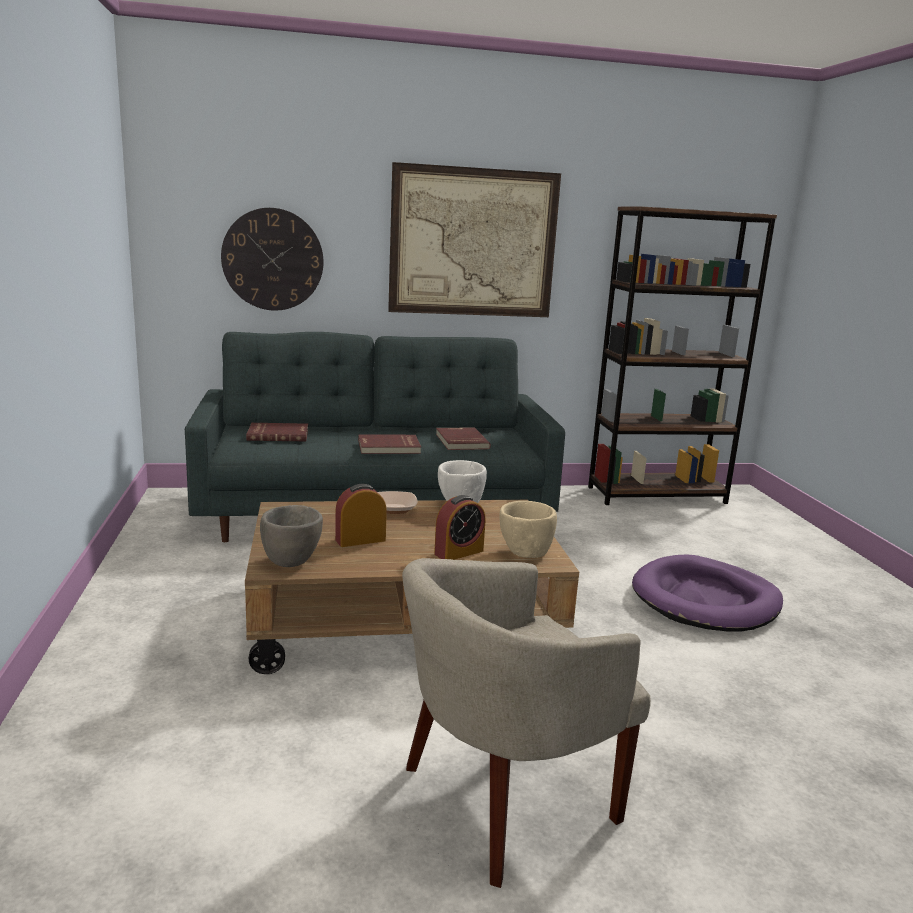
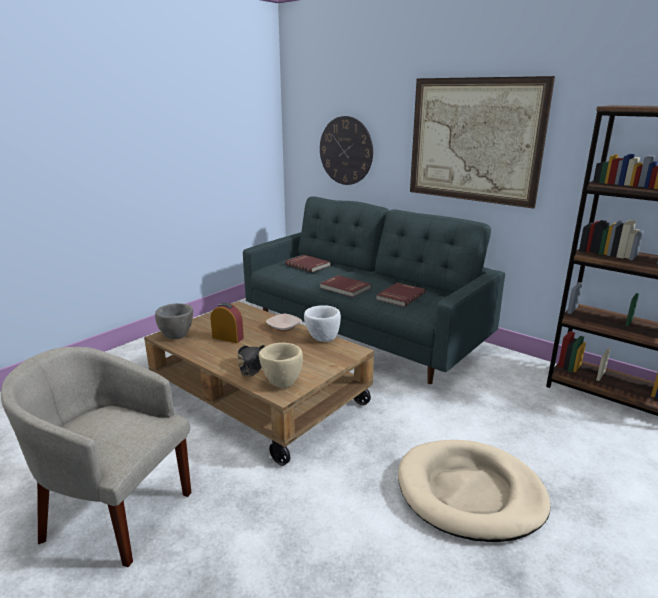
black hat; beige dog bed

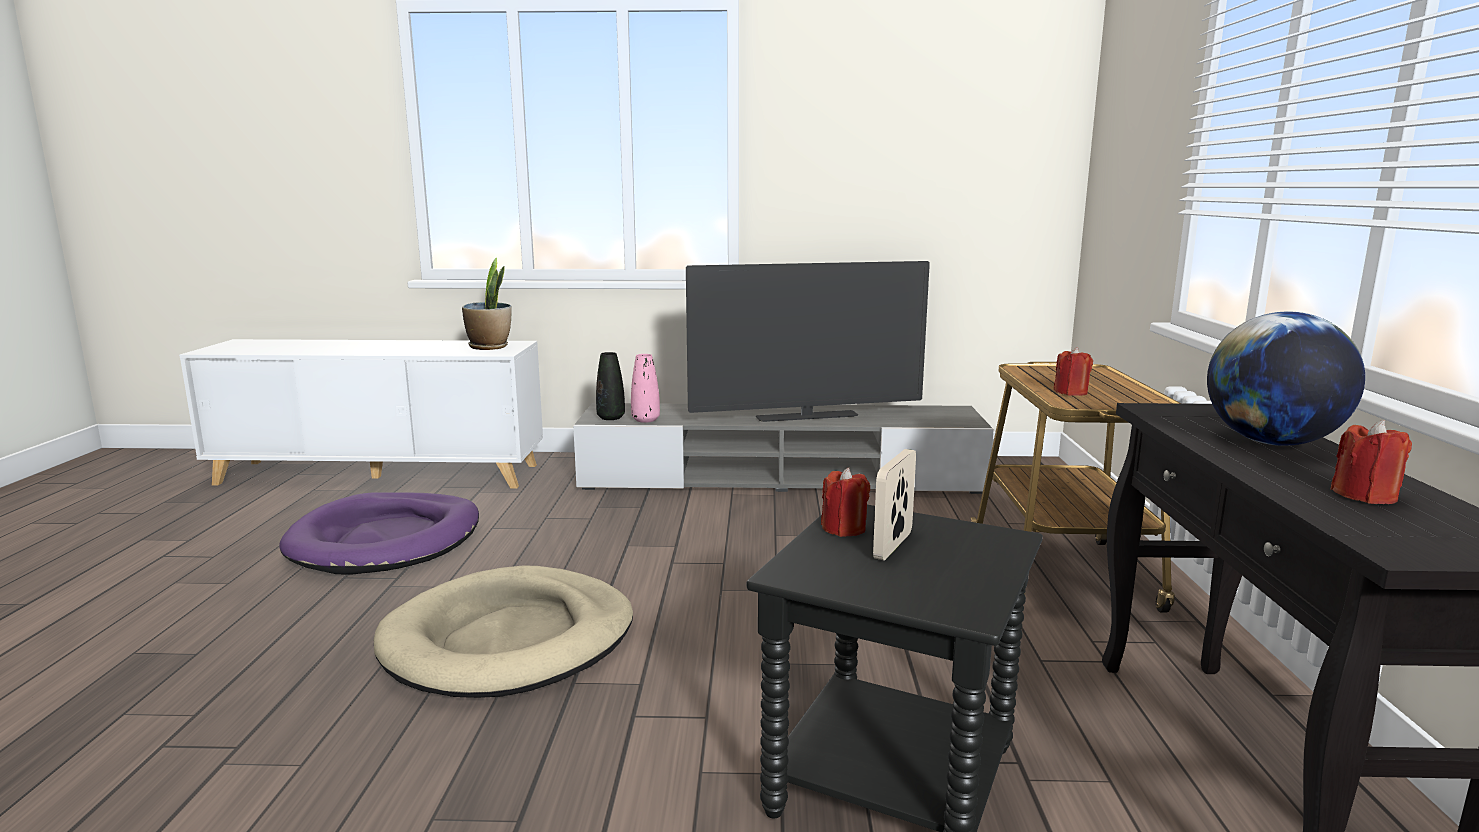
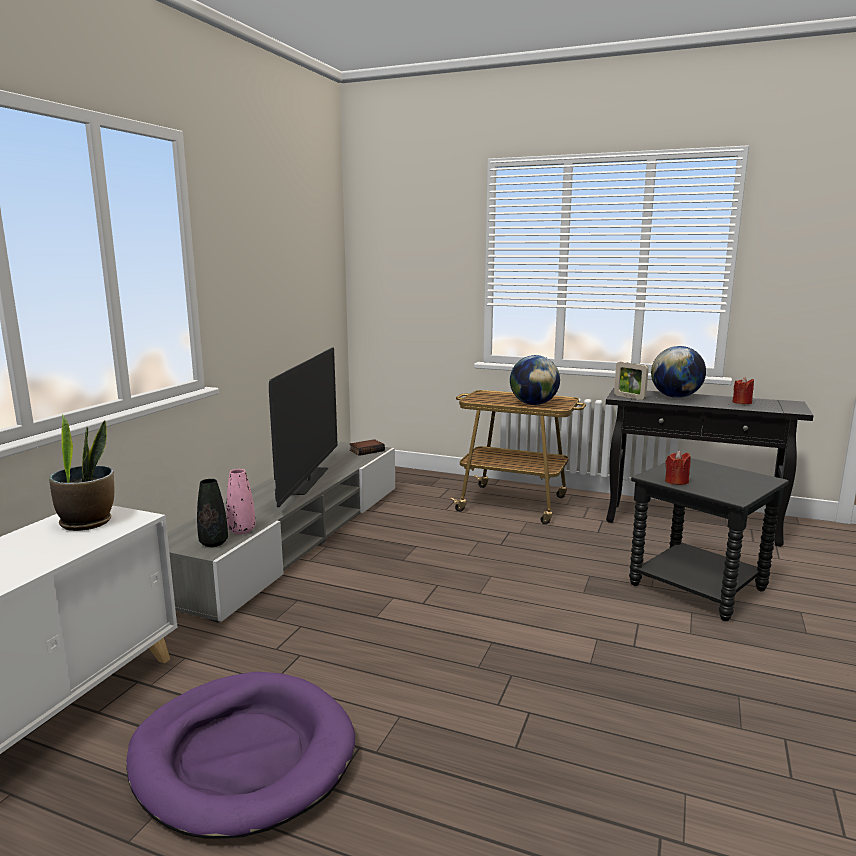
globe (no. 1 from left); picture frame; beige dog bed; book

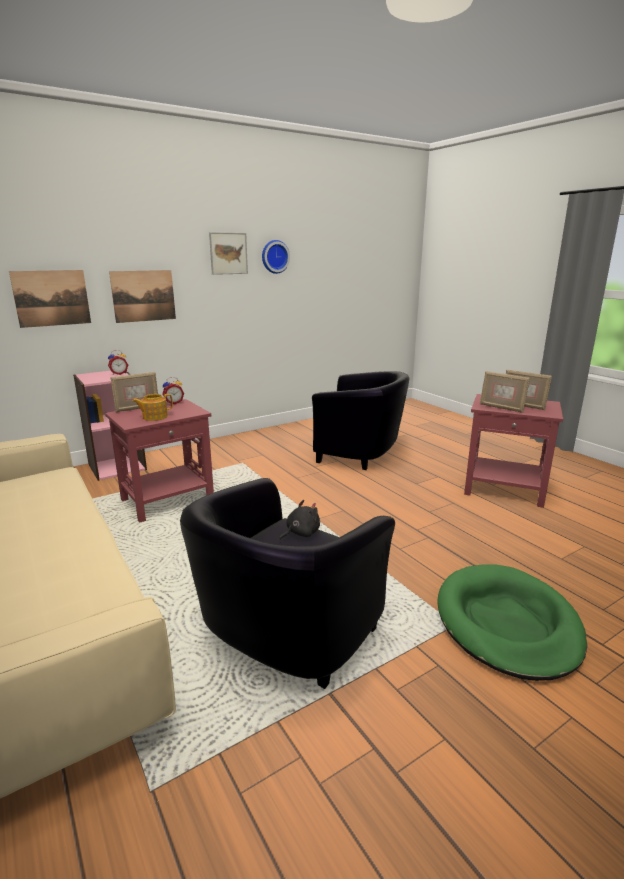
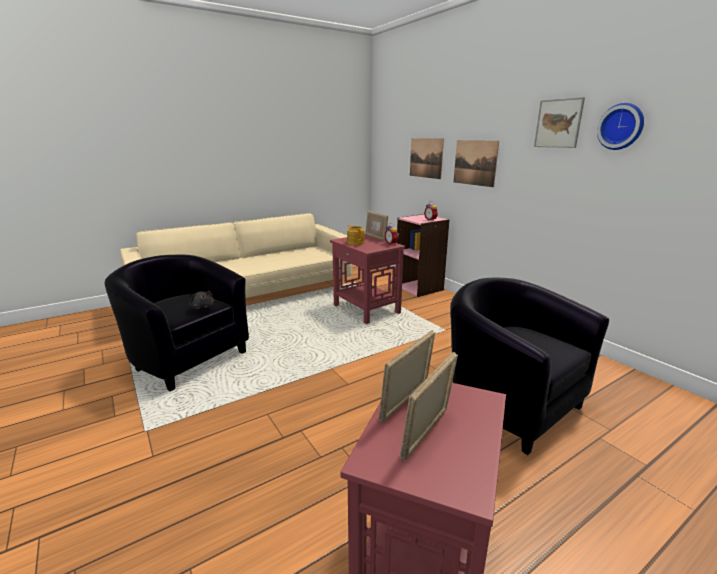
black armchair (no. 2 from left); green dog bed

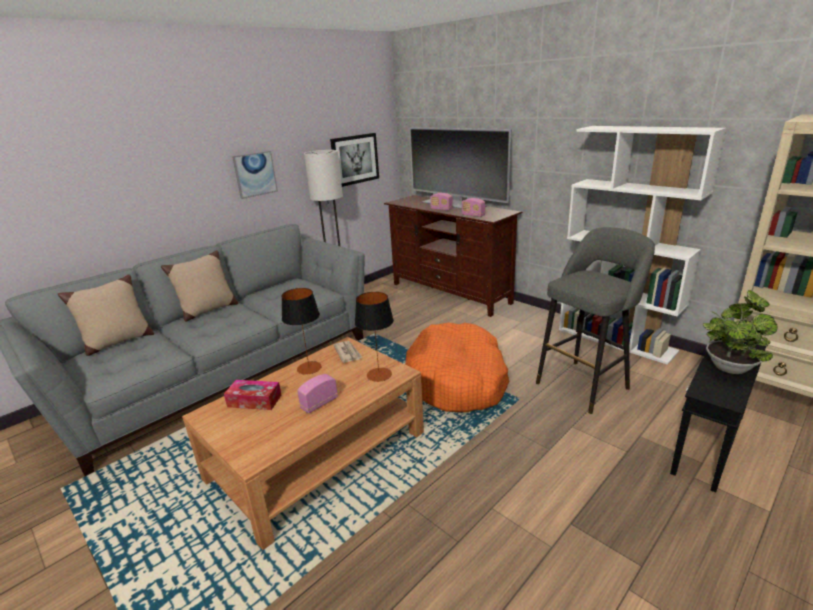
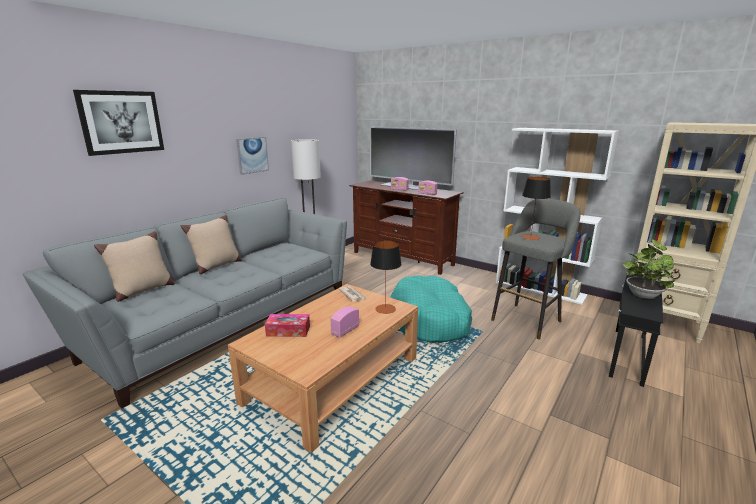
picture (no. 1 from left); table lamp (no. 2 from left); turquoise dog bed

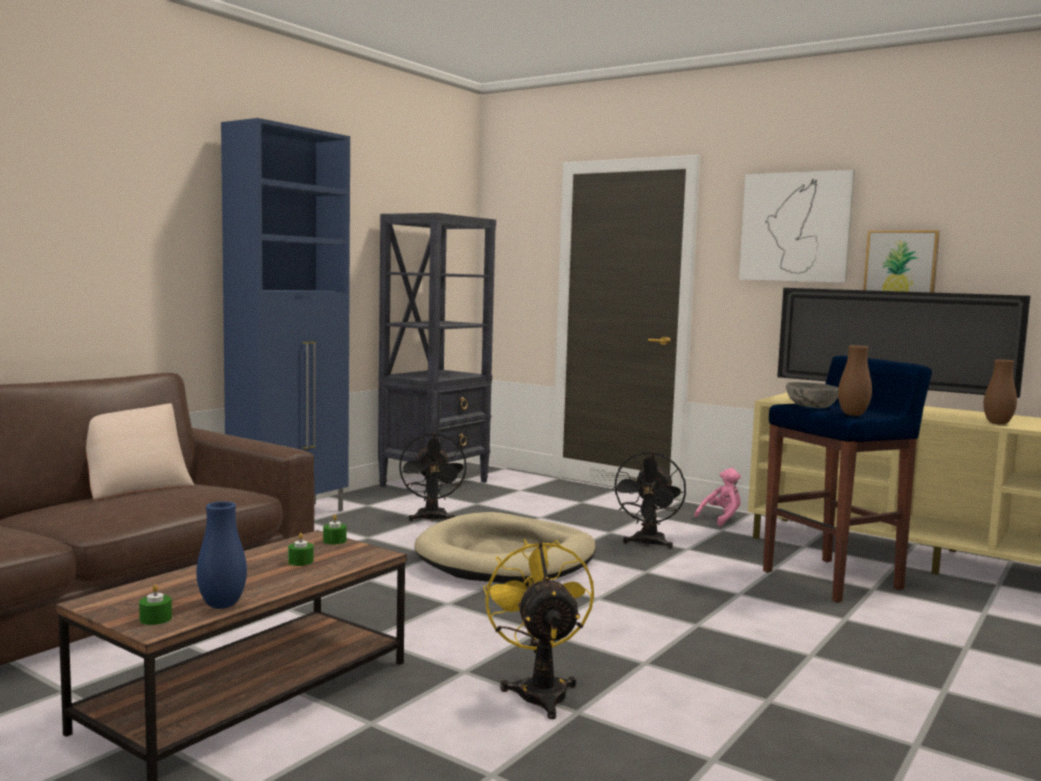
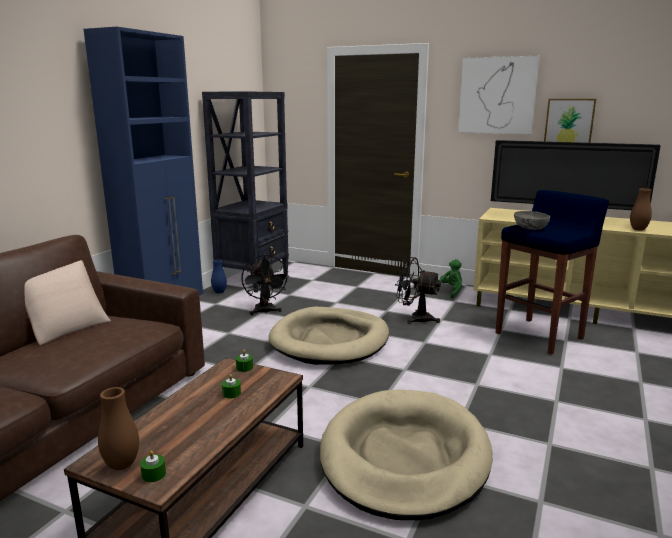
brown vase (no. 1 from left); black fan (no. 2 from left); green plush toy; blue vase; beige dog bed (no. 2 from left)

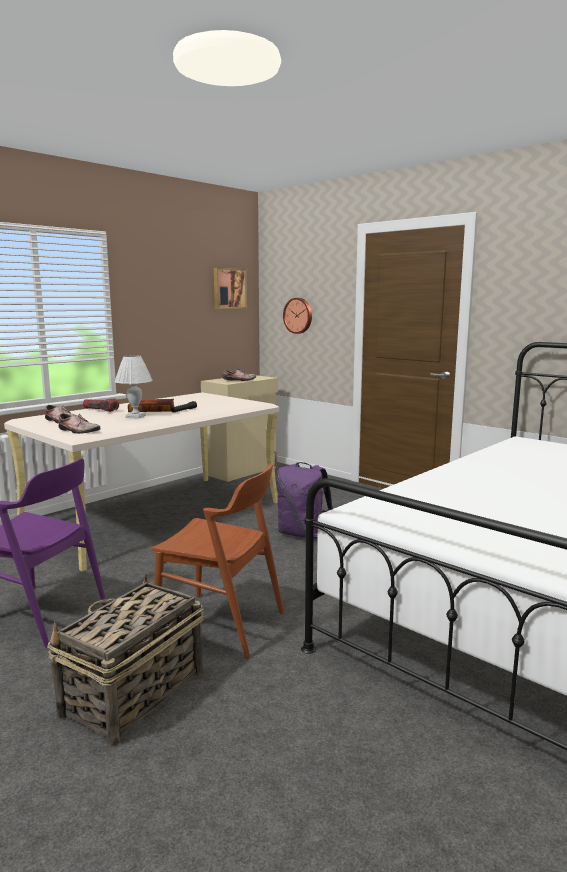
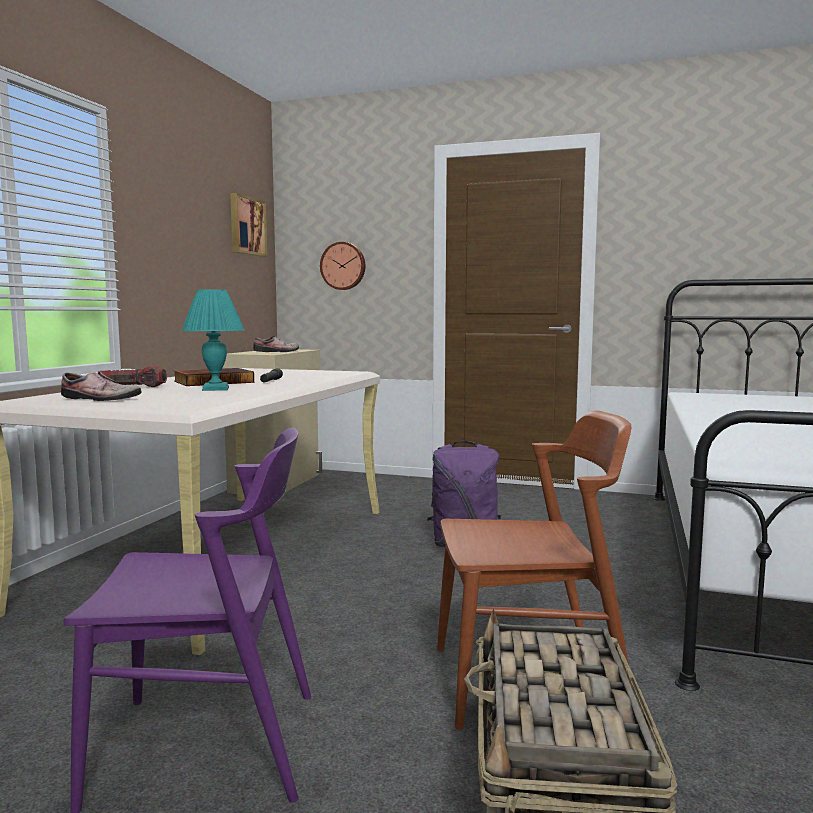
turquoise table lamp; shoe (no. 2 from left in the first image)

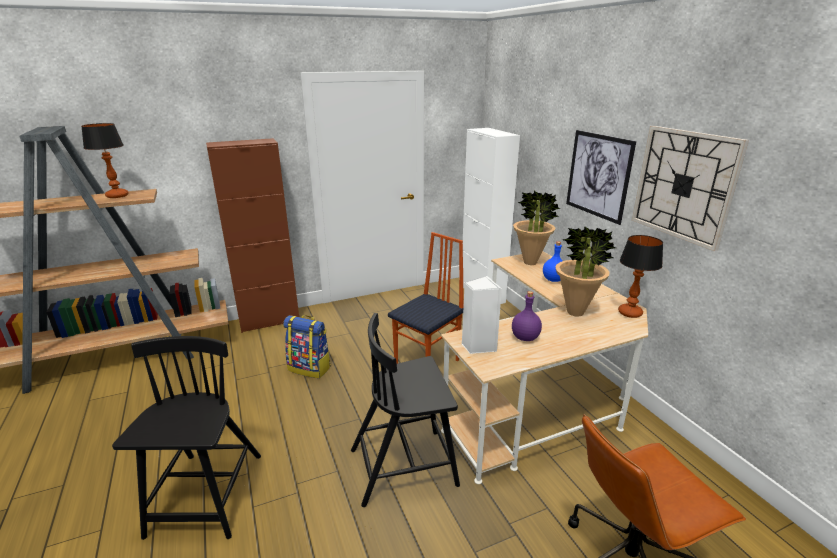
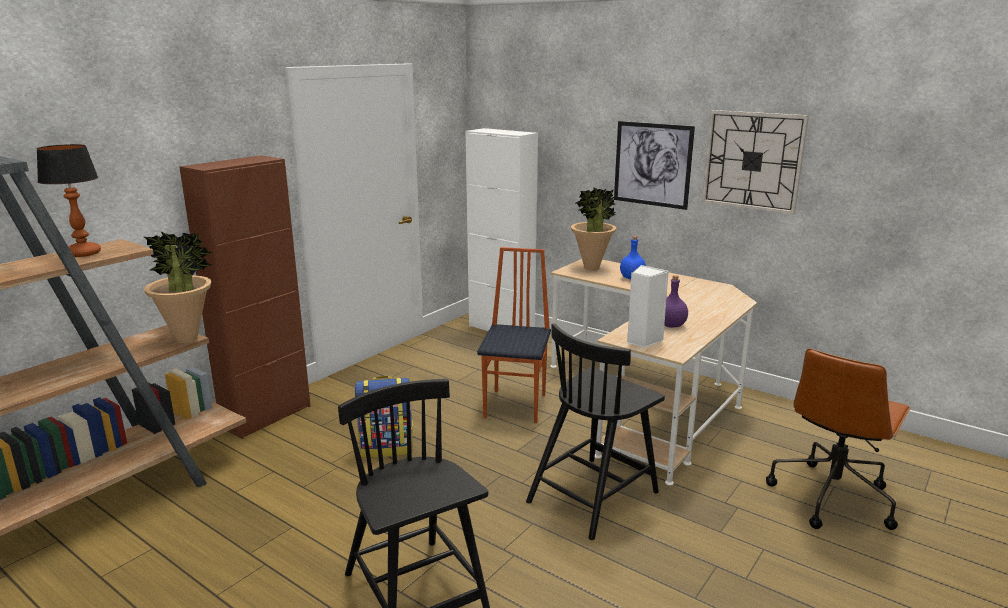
potted plant (no. 1 from left); table lamp (no. 2 from left in the first image)

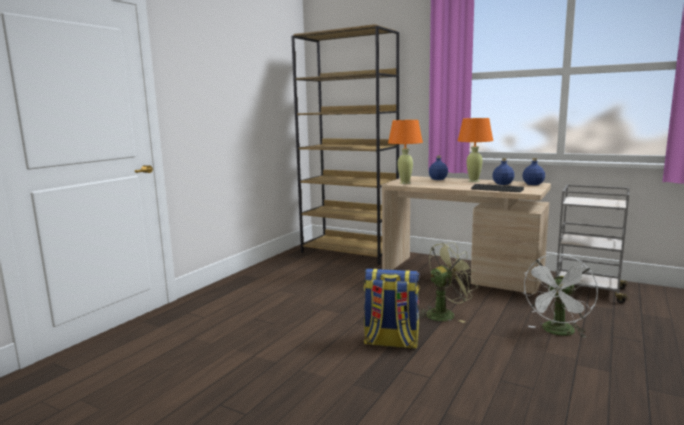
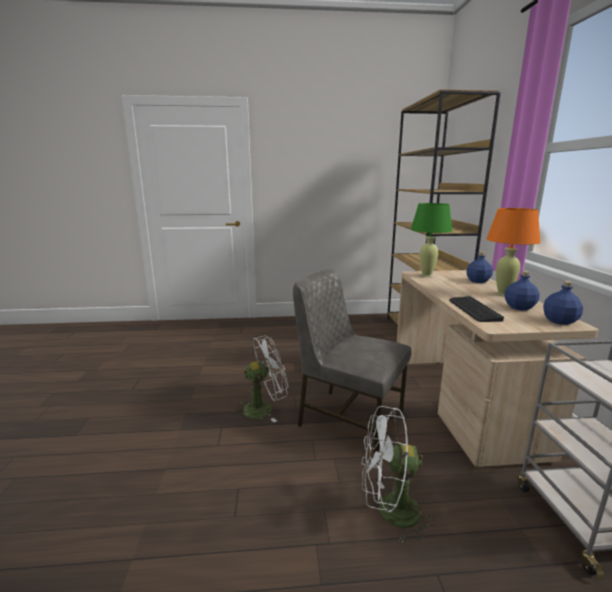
green table lamp; grey chair; white fan (no. 1 from left)

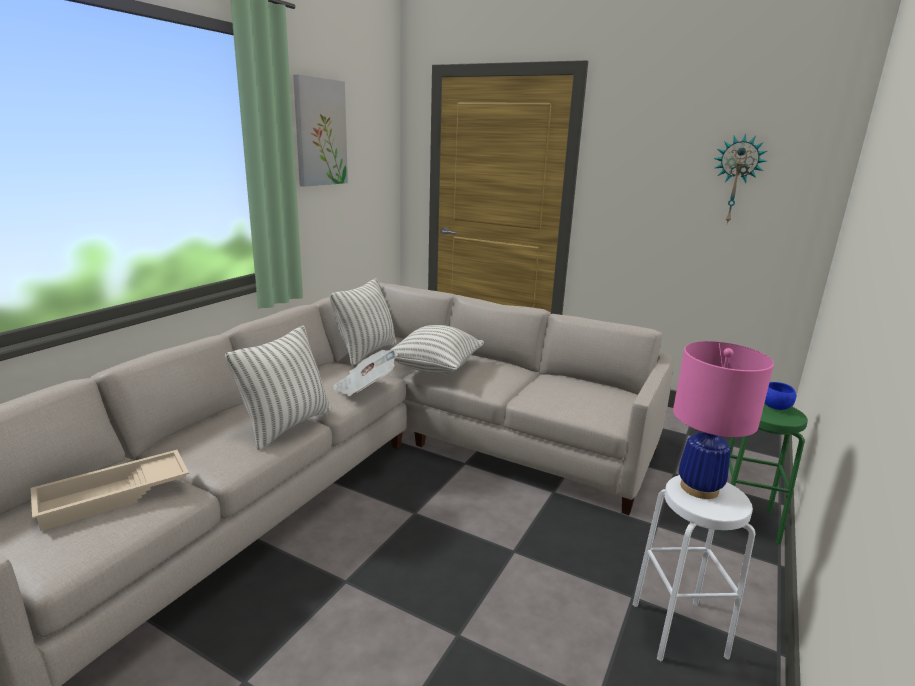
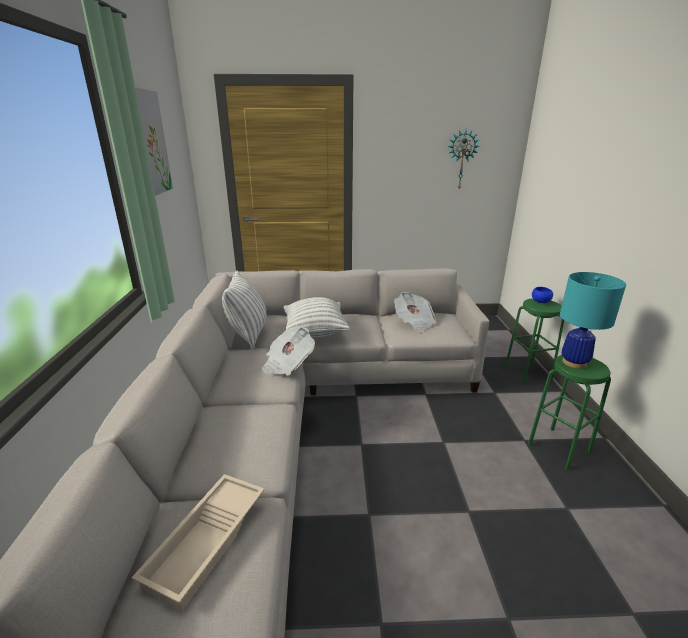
pillow (no. 1 from left in the first image); turquoise table lamp; green stool (no. 2 from left); newspaper (no. 2 from left)

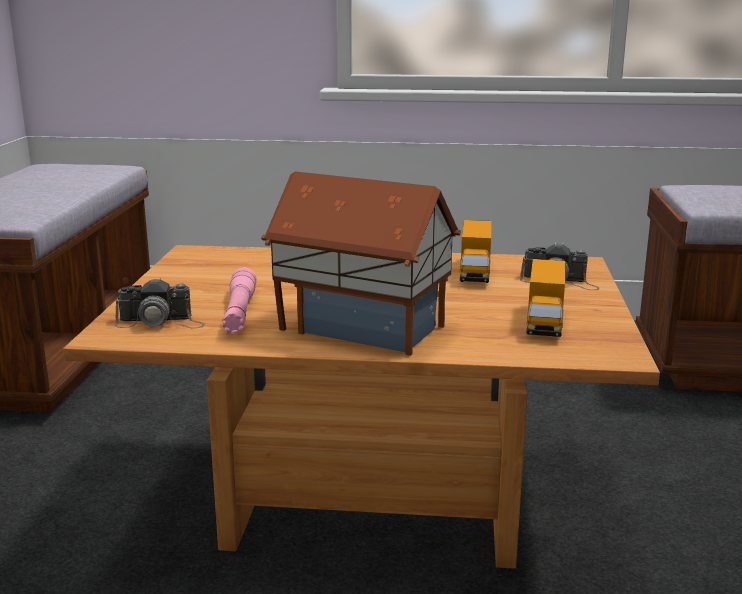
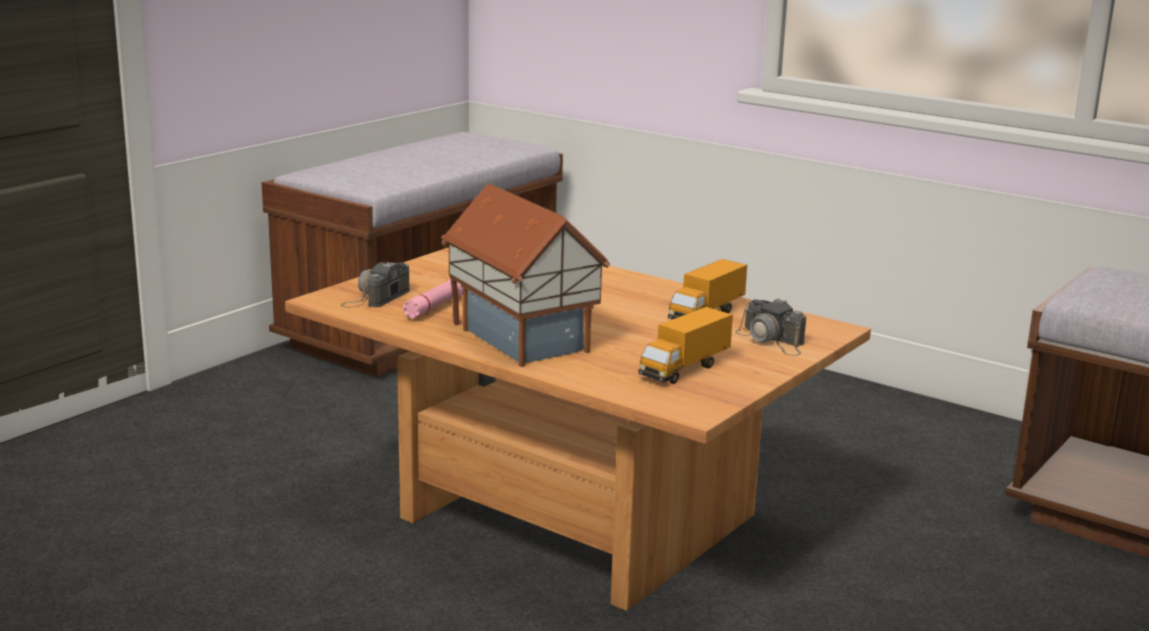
photo camera (no. 1 from left)

